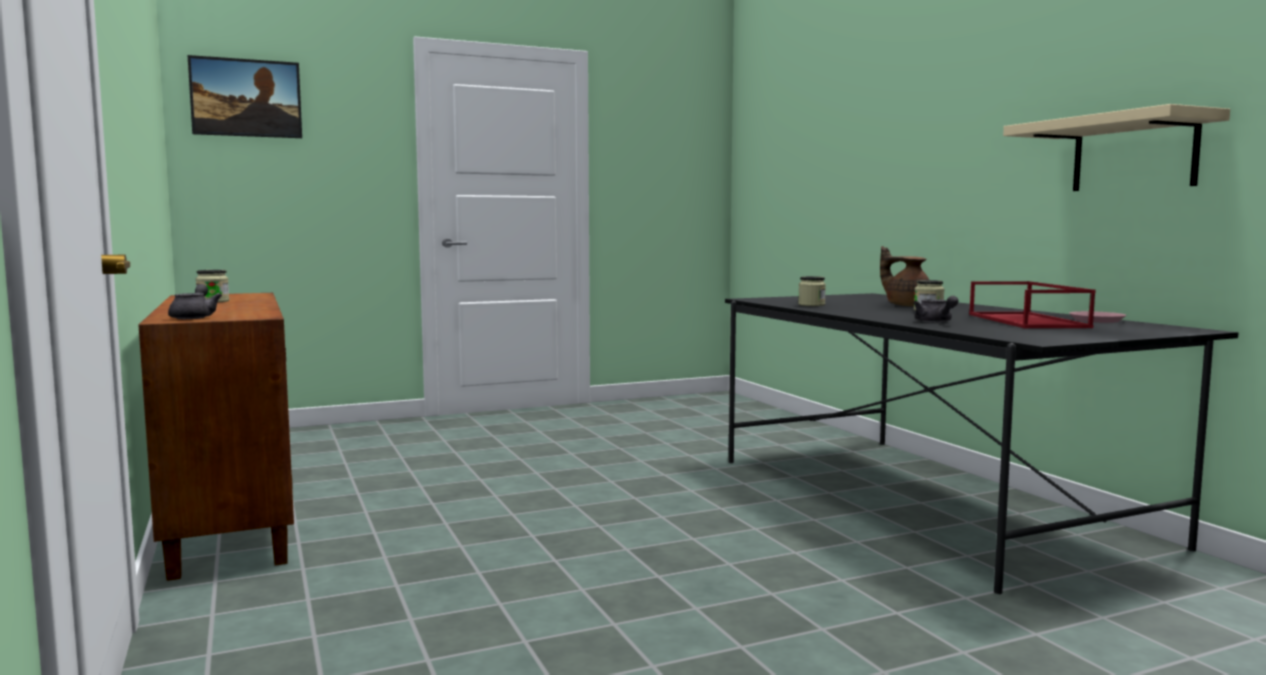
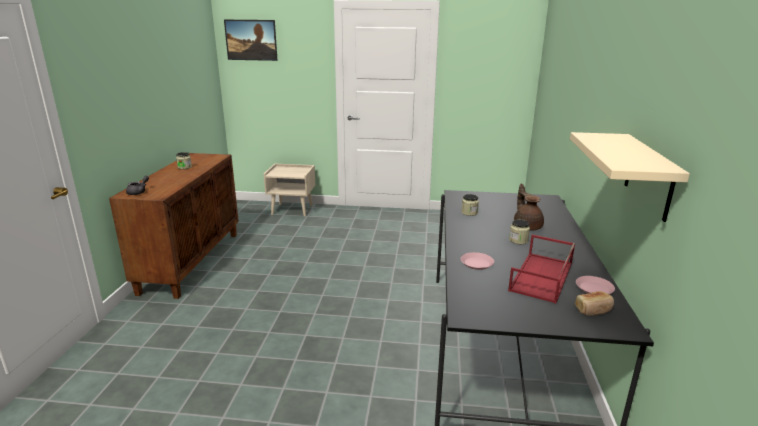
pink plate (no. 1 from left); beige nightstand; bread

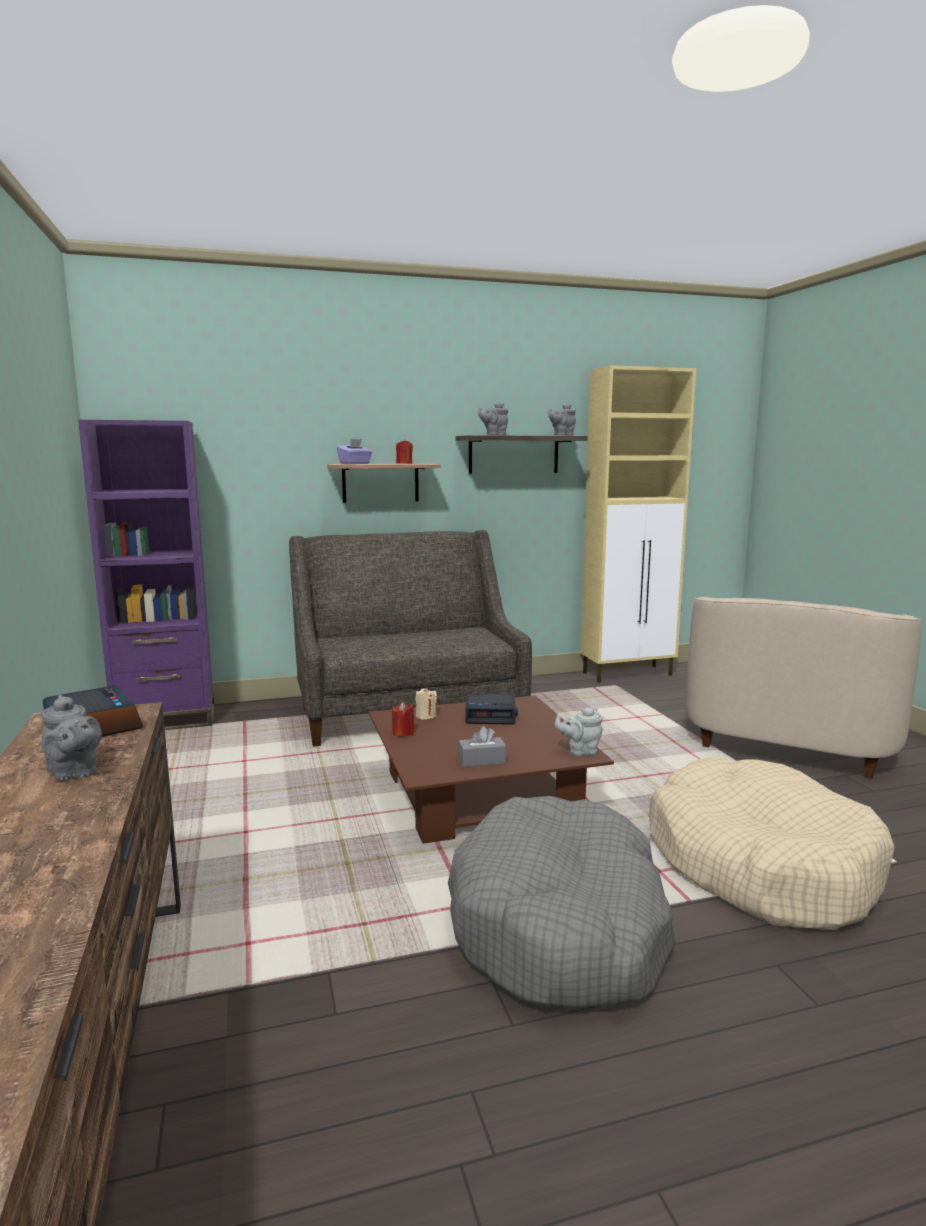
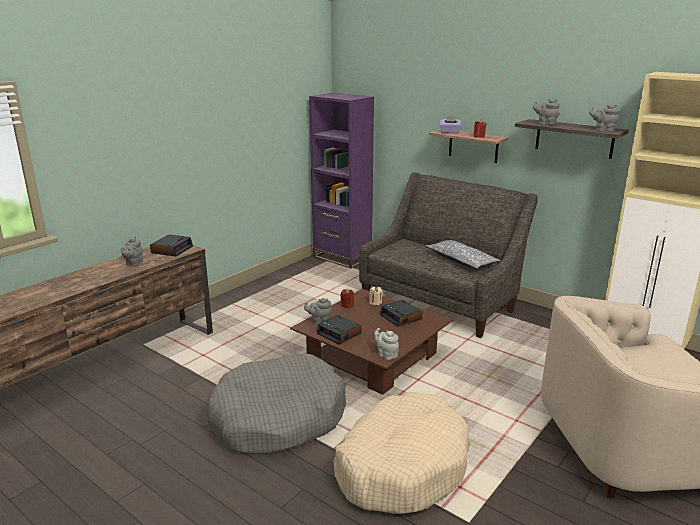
alarm clock (no. 2 from left); pillow; grey teapot (no. 2 from left)

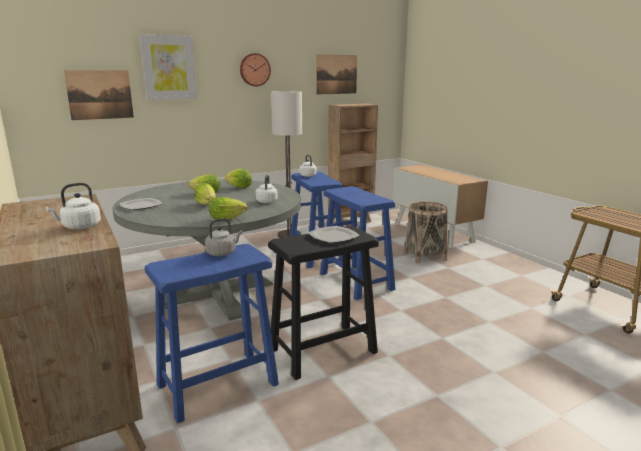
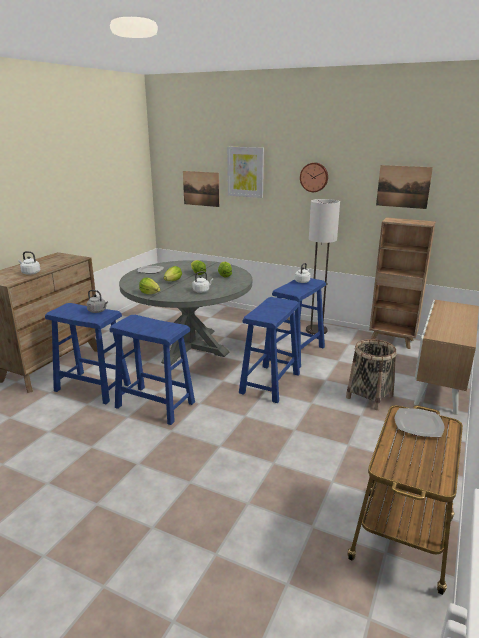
blue stool (no. 2 from left); plate (no. 2 from left)

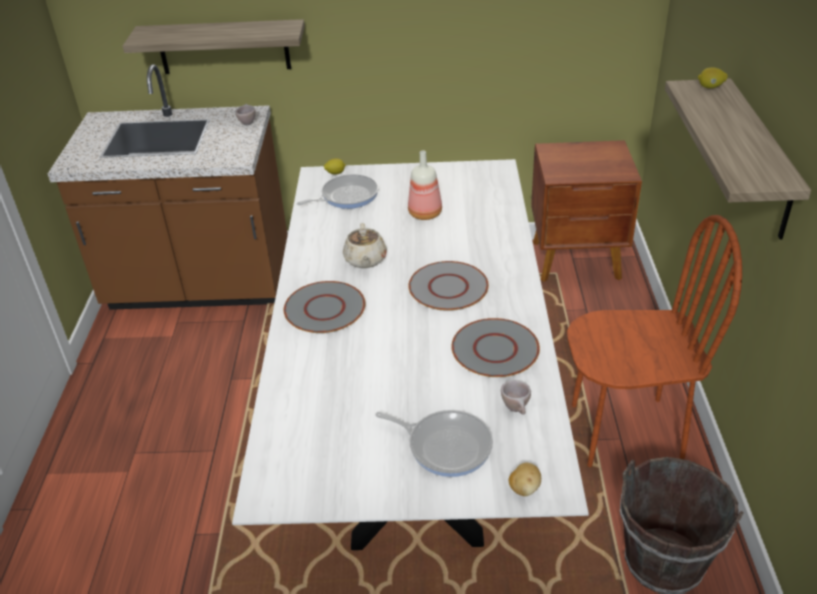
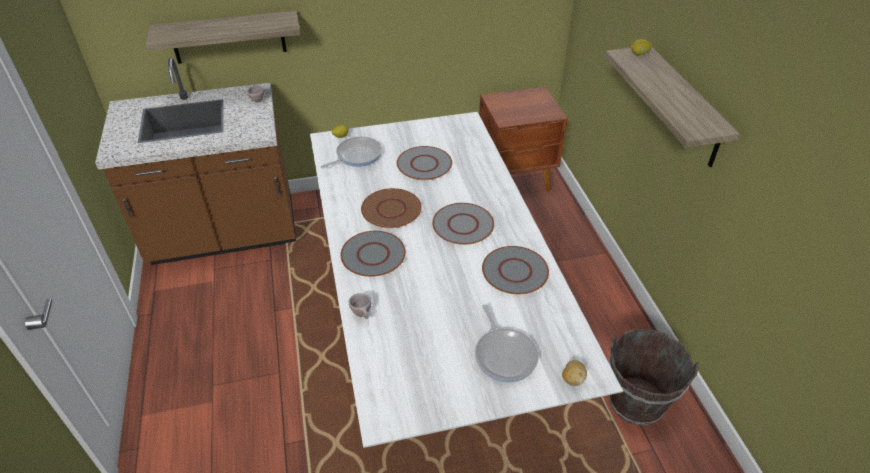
grey plate (no. 2 from left); brown chair; brown plate; beige cup (no. 2 from left); frying pan (no. 2 from left)

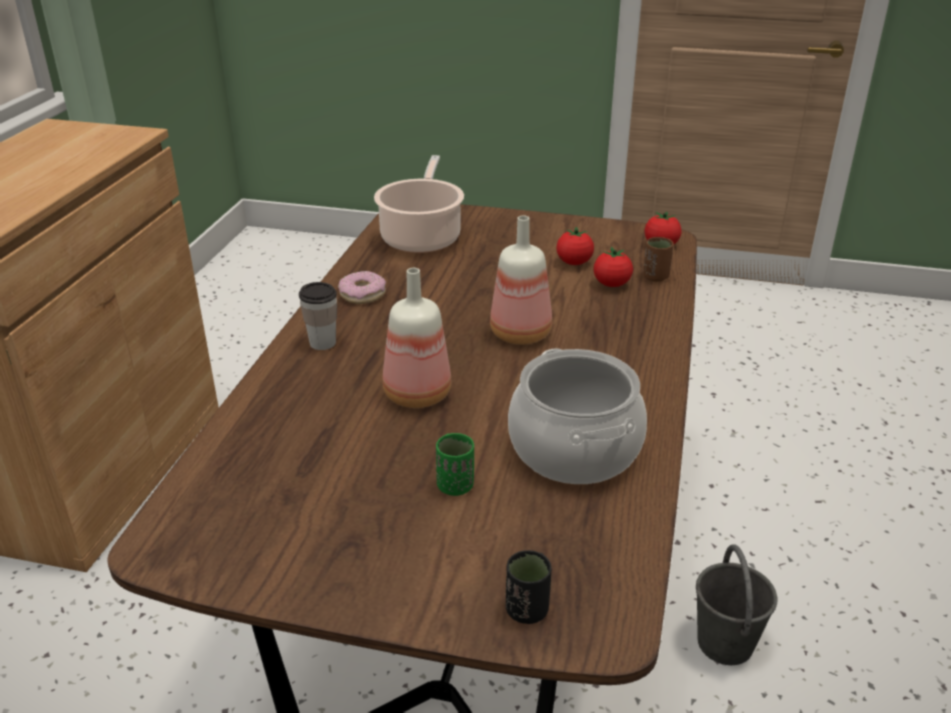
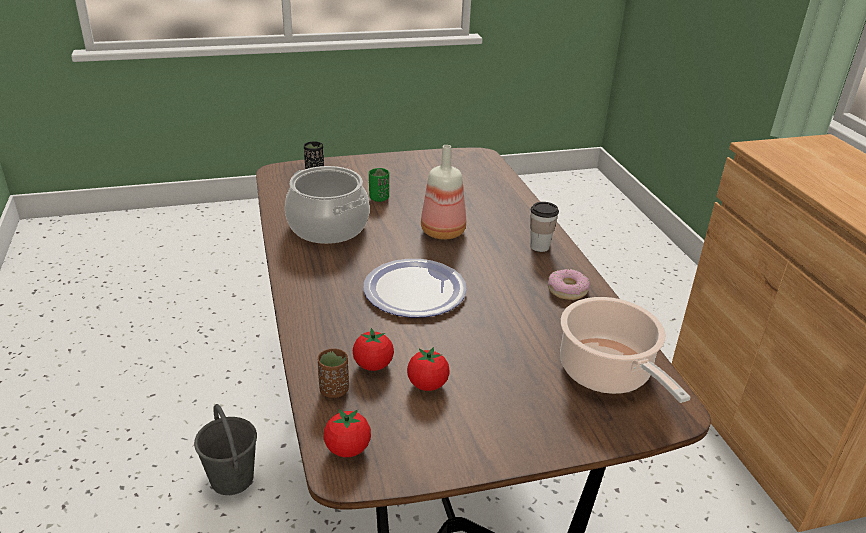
plate

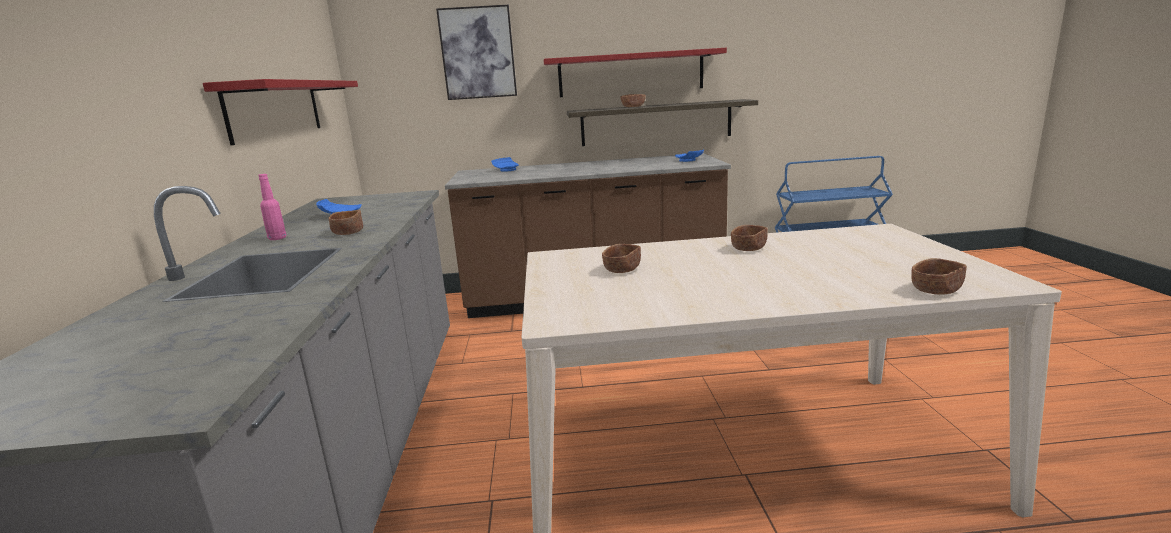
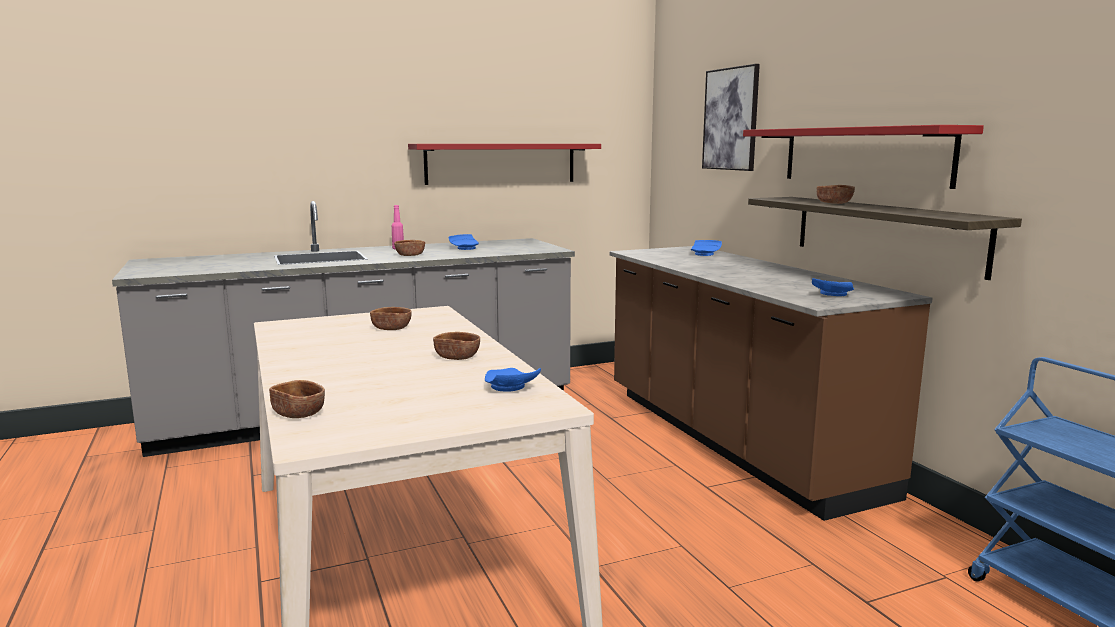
blue plate (no. 2 from left)

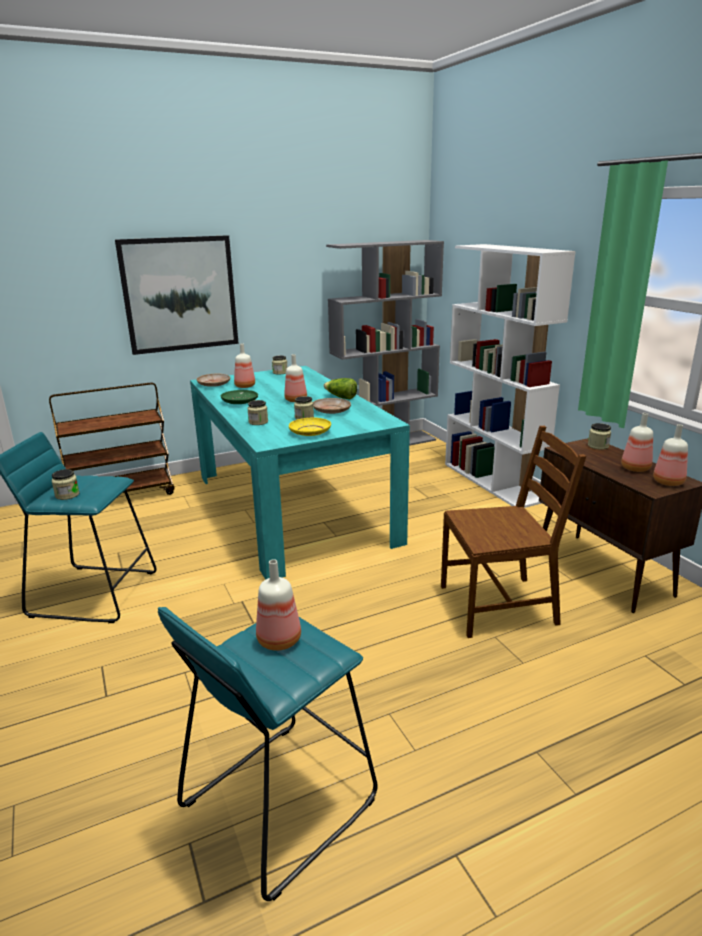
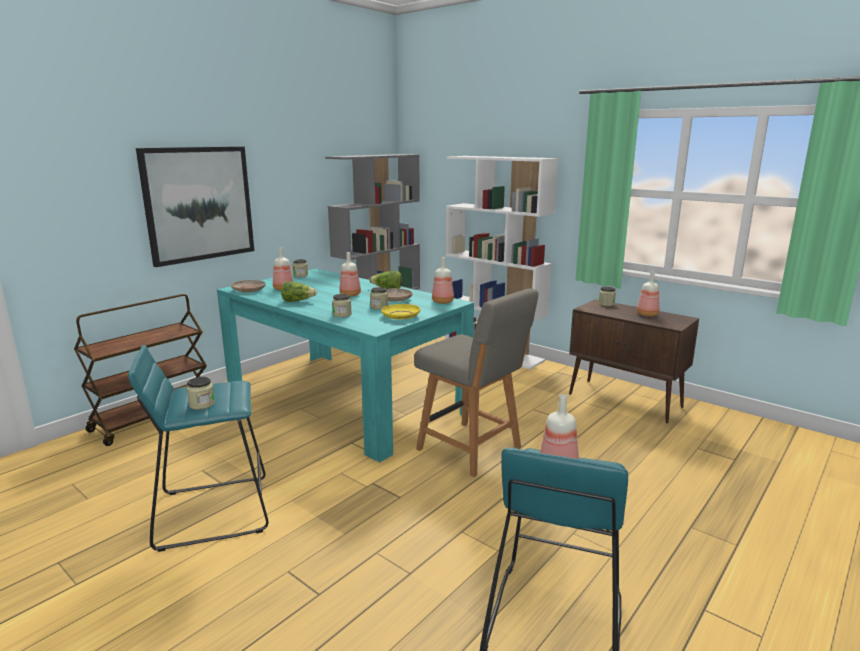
lettuce (no. 1 from left); bottle (no. 3 from left); brown chair; grey chair

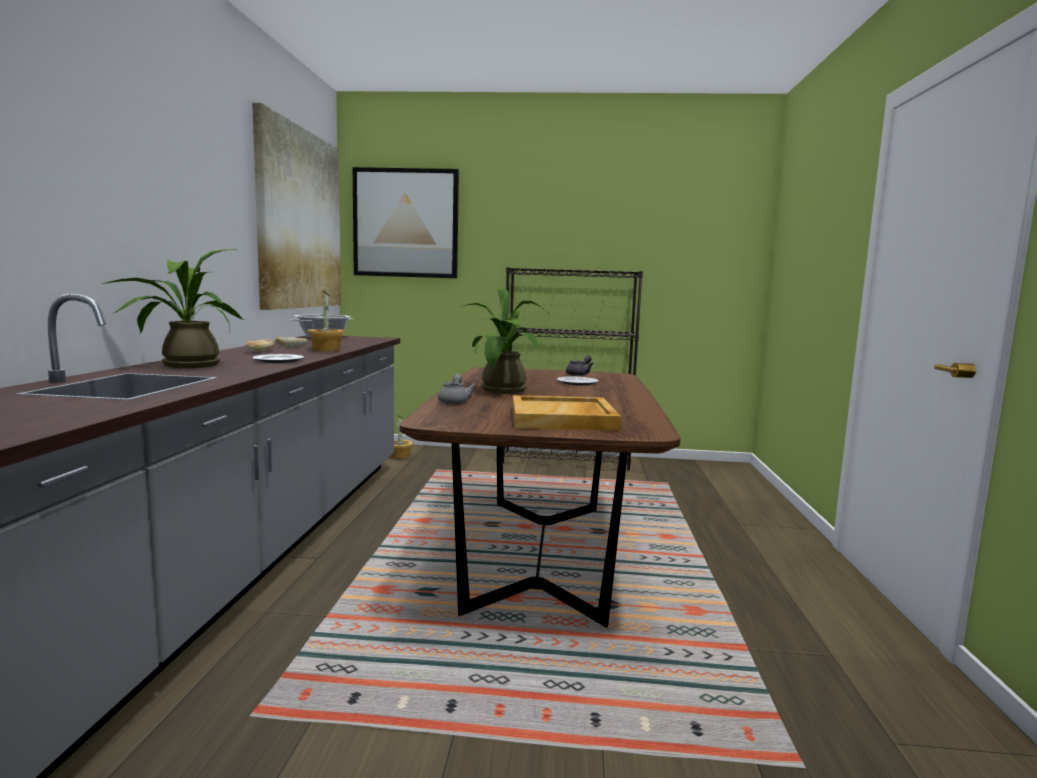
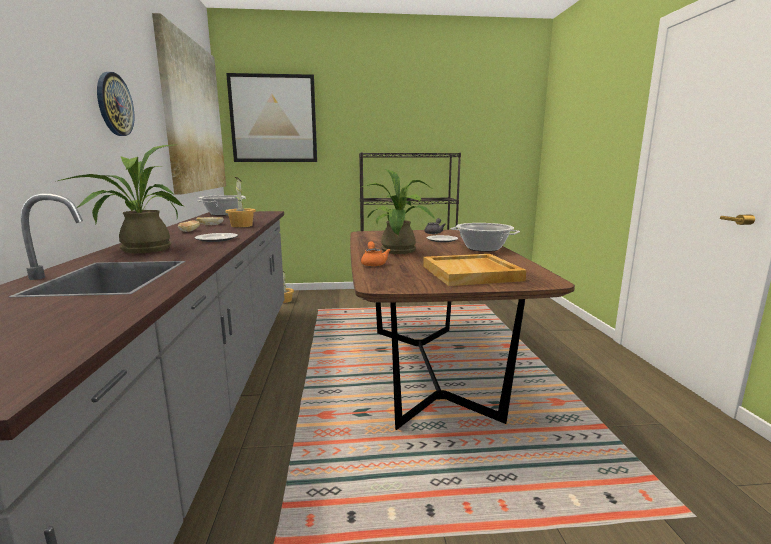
orange teapot; wall clock; cooking pot (no. 2 from left)

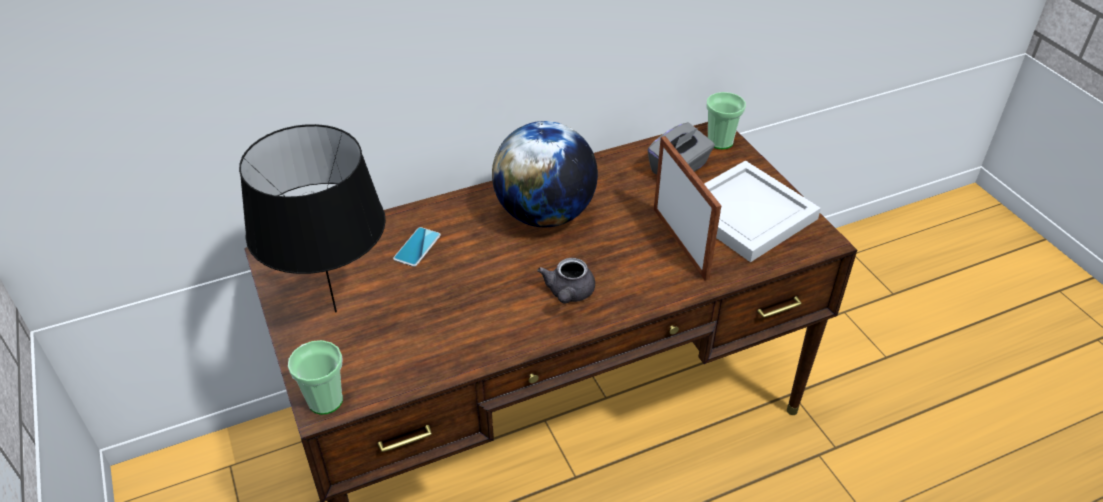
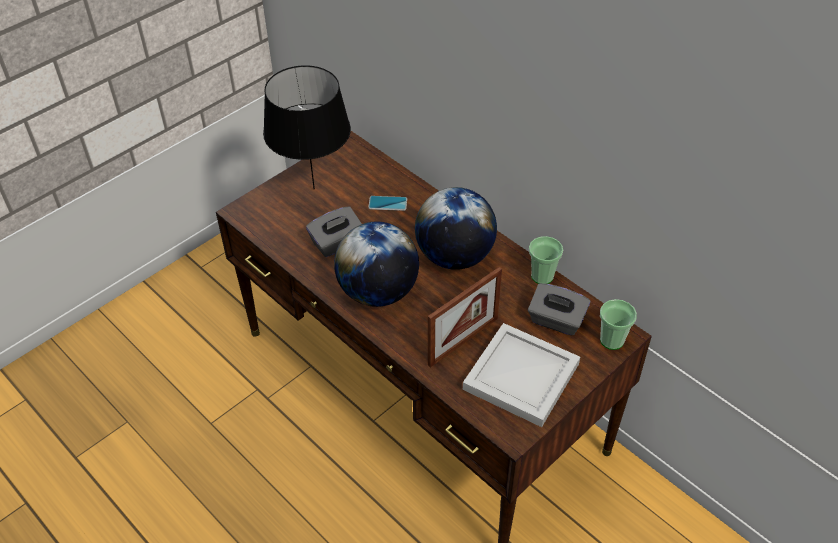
globe (no. 1 from left); cup (no. 1 from left); grey tissue box (no. 1 from left)

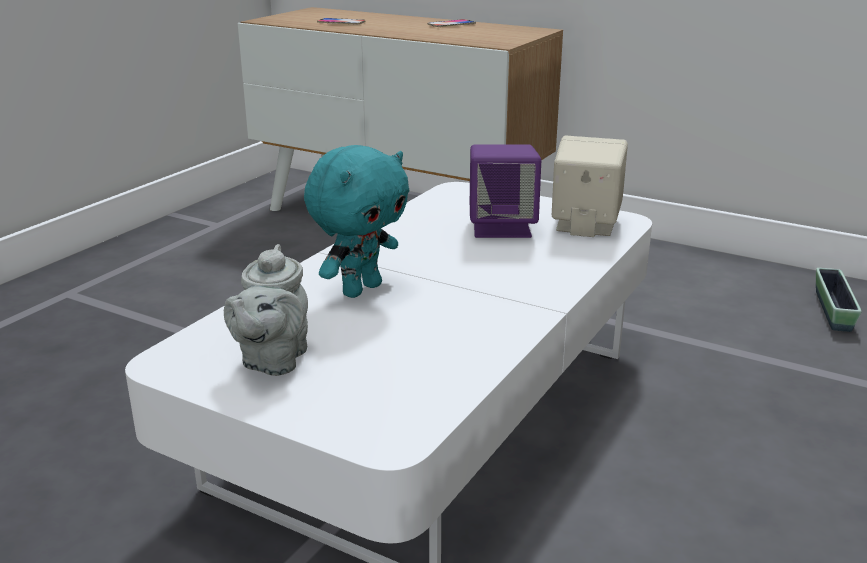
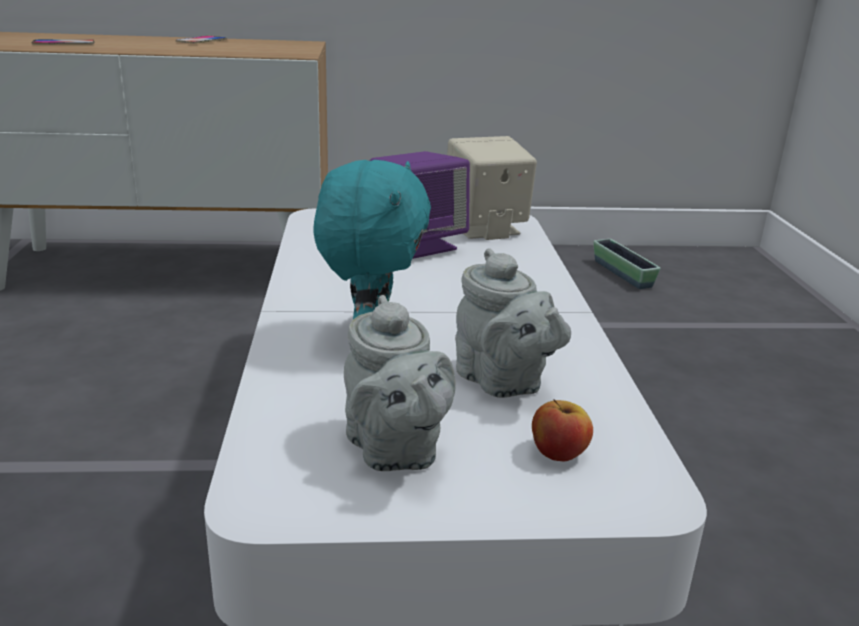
grey teapot (no. 2 from left); apple

